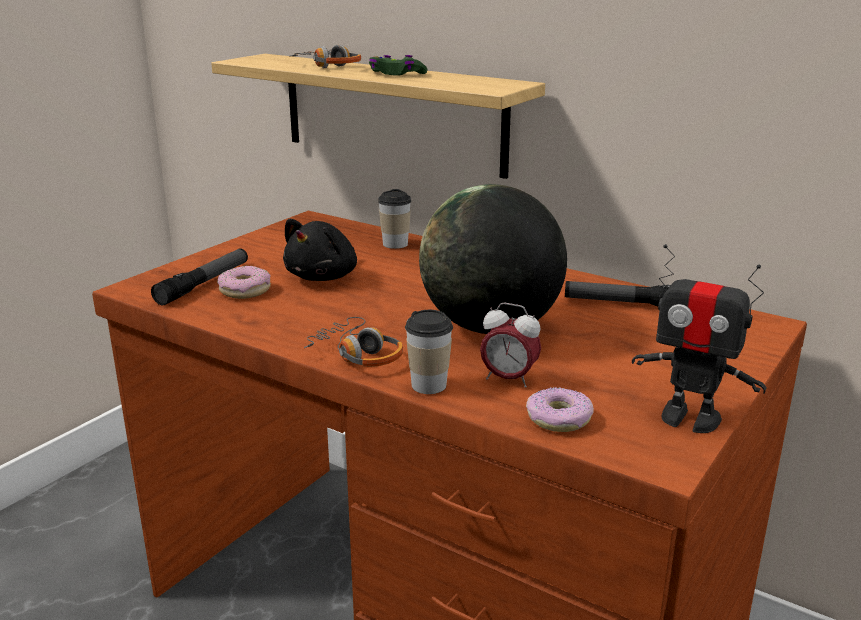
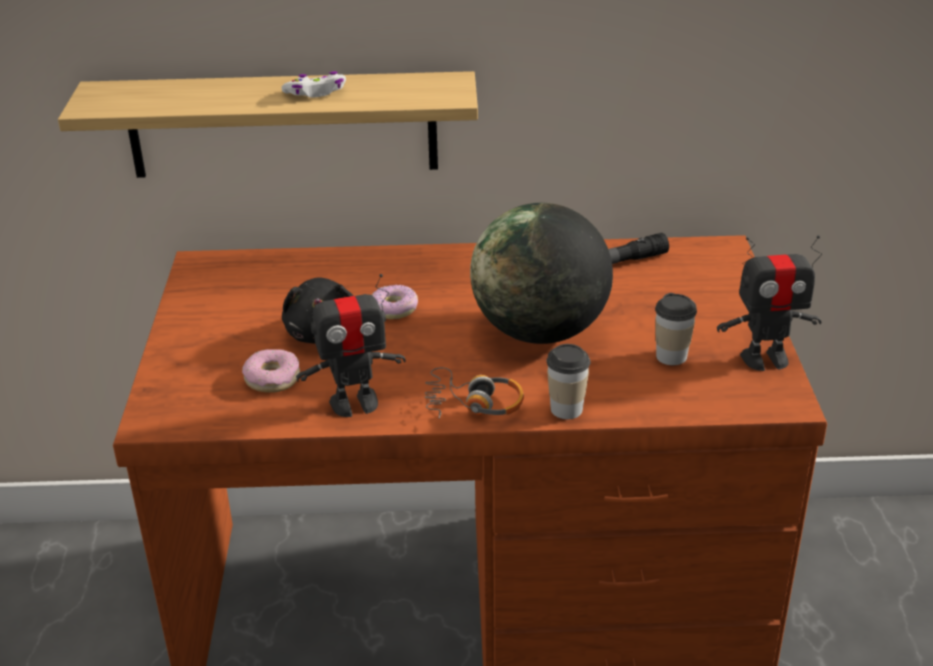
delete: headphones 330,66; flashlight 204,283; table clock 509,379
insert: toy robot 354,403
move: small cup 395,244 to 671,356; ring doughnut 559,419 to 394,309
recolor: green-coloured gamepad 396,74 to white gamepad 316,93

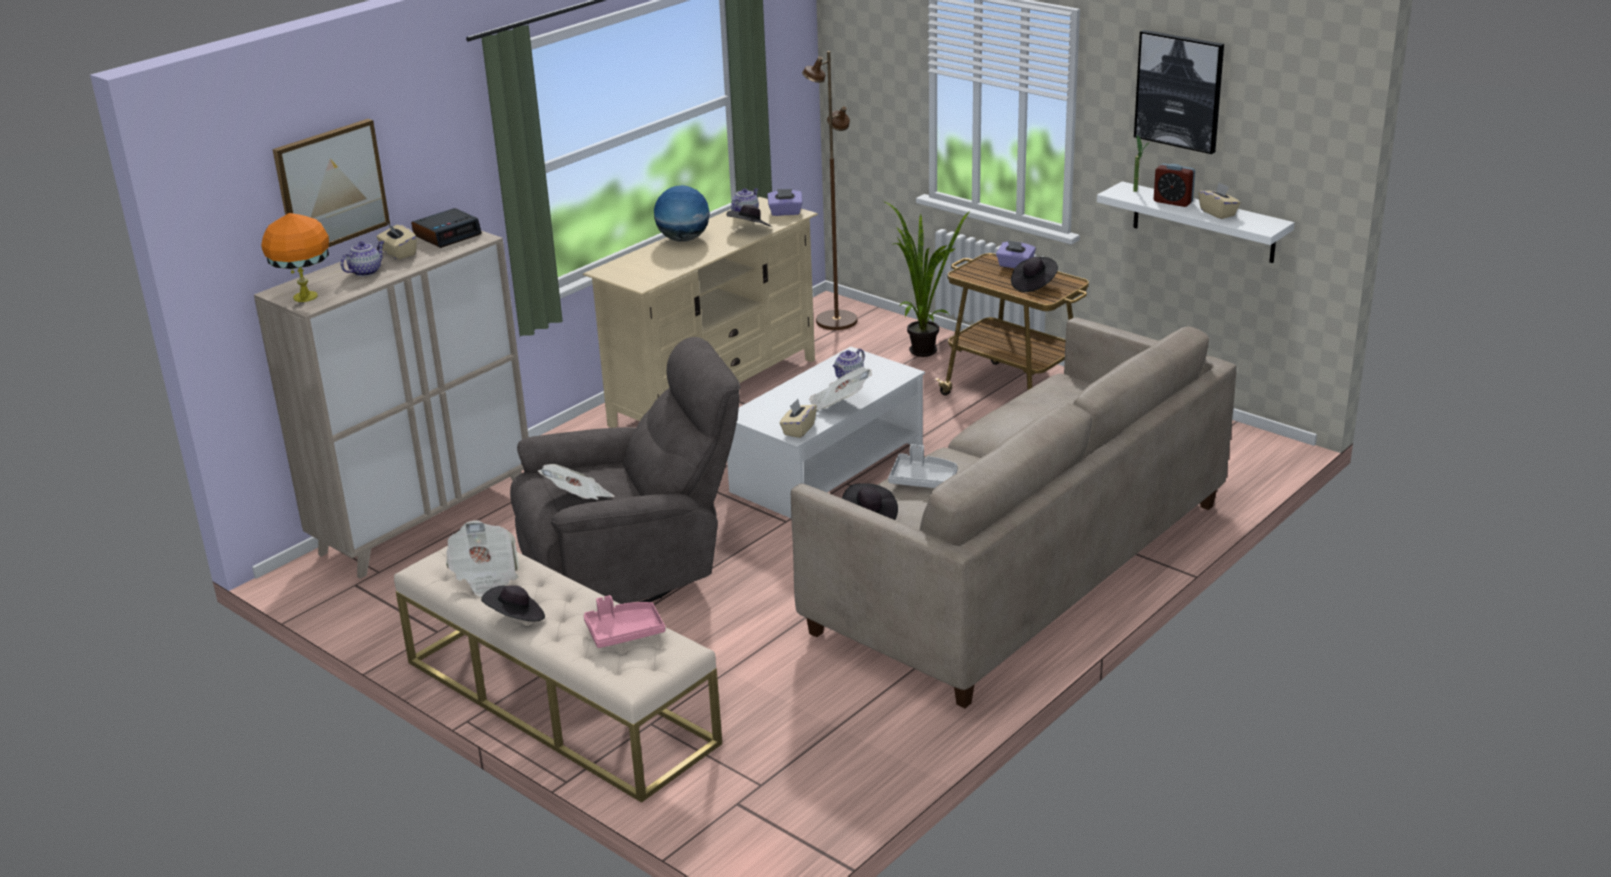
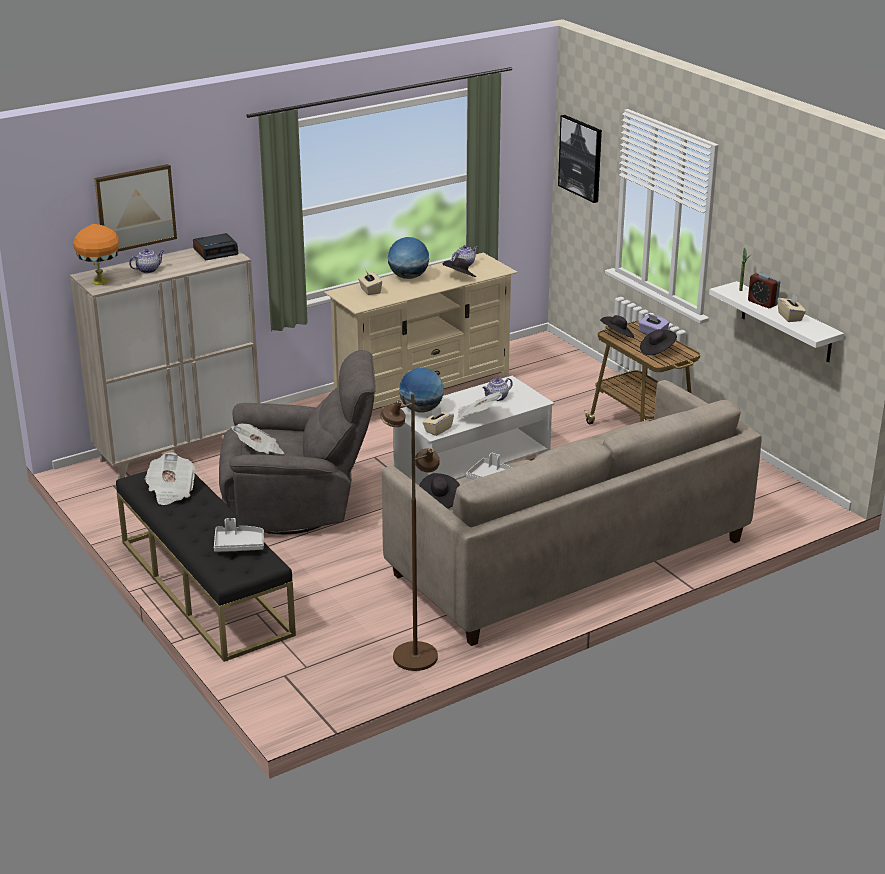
delete: purplish box of tissues 785,212; plant in a pot 920,349
insert: world globe 421,409
move: wall picture 1179,91 to 581,158; brownish standing lamp 835,321 to 414,656; beige-coloured box of tissues 398,253 to 370,290; black-coloured clothing hat 516,618 to 617,335
recolor: beige-coloured long seat 558,701 to black-coloured long seat 204,587; pink serving tray 624,632 to grey serving tray 239,545

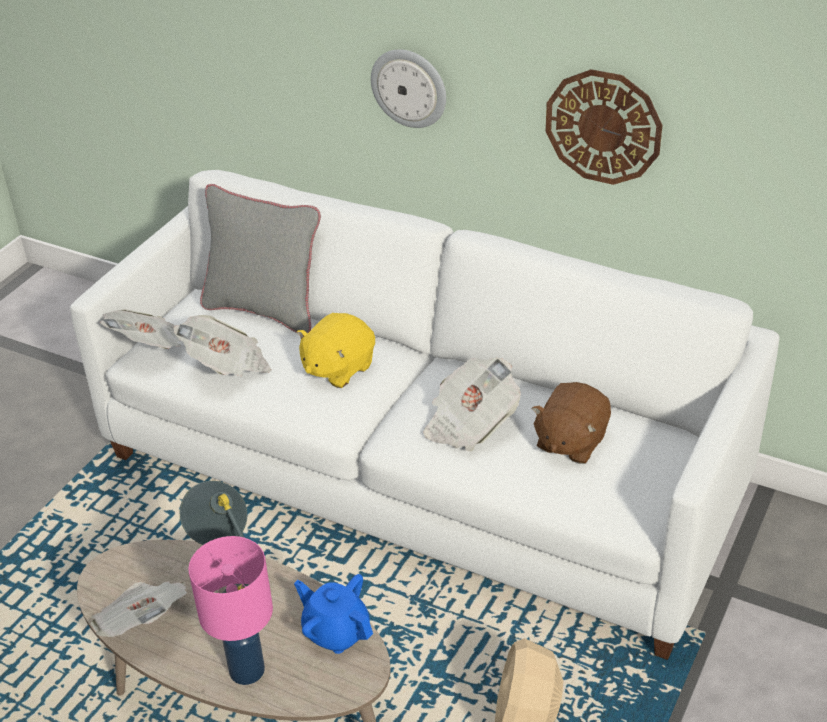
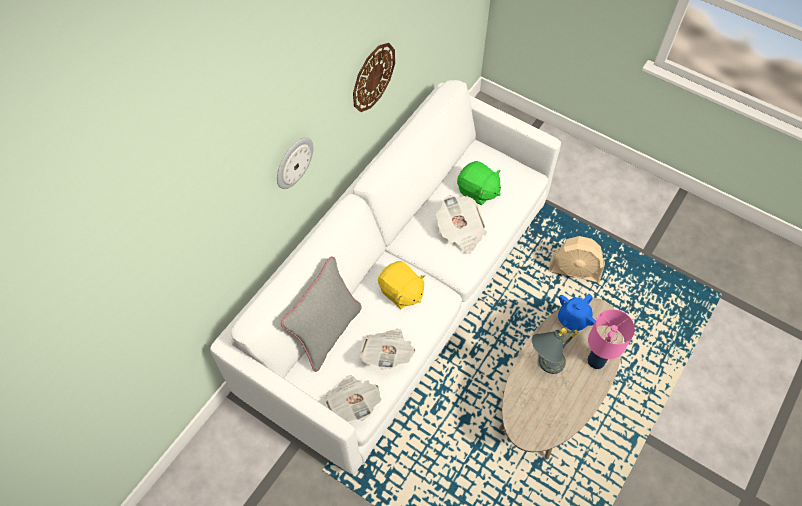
delete: newspaper 142,623
recolor: brownish plush toy 570,442 to green-coloured plush toy 477,191

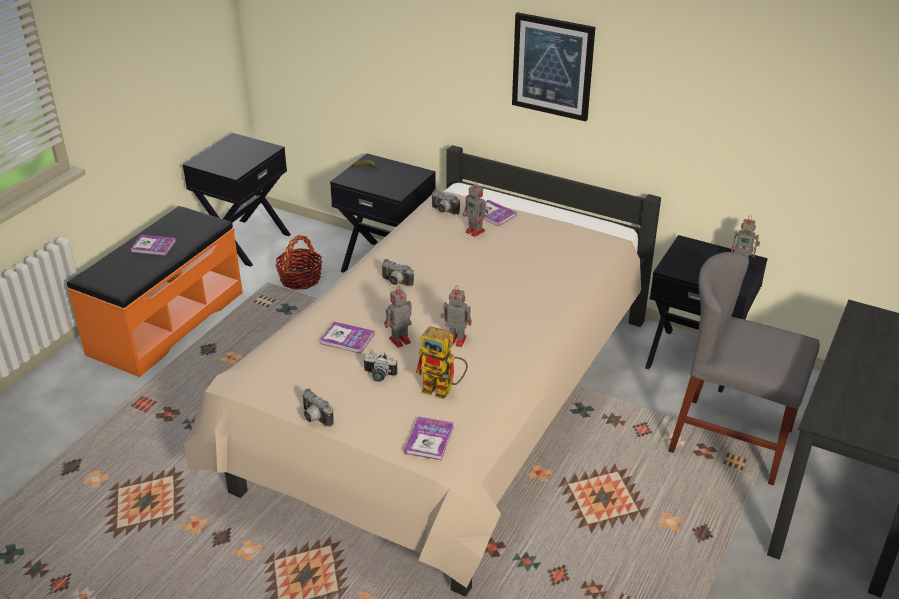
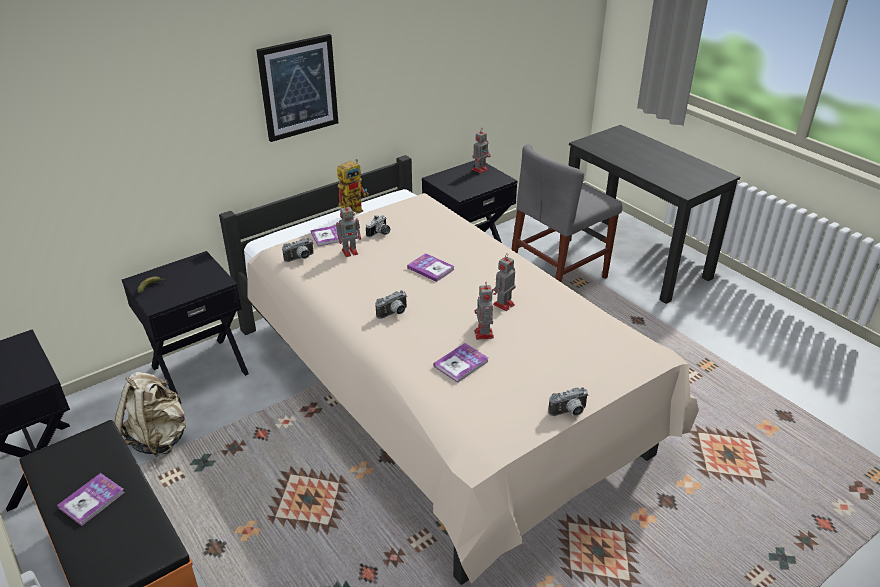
move: toy robot 443,390 to 354,209; photo camera 379,376 to 380,233; volume 429,439 to 431,268
replace: household basket 300,279 to beige-coloured backpack 159,438

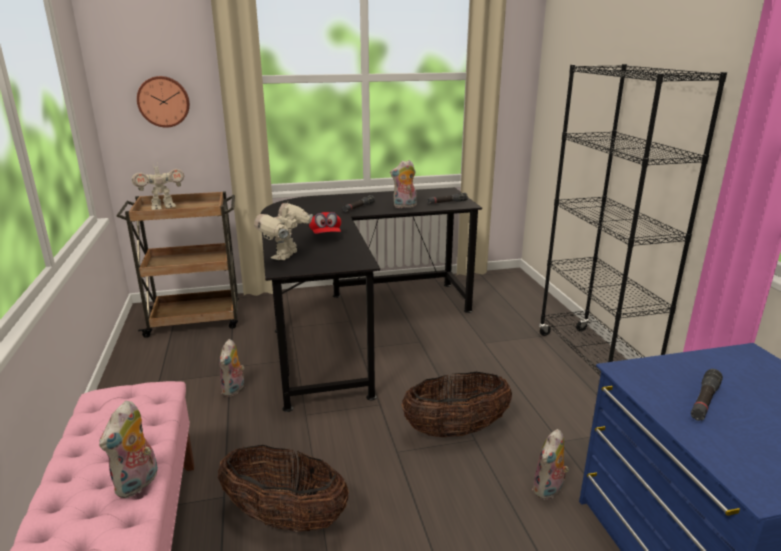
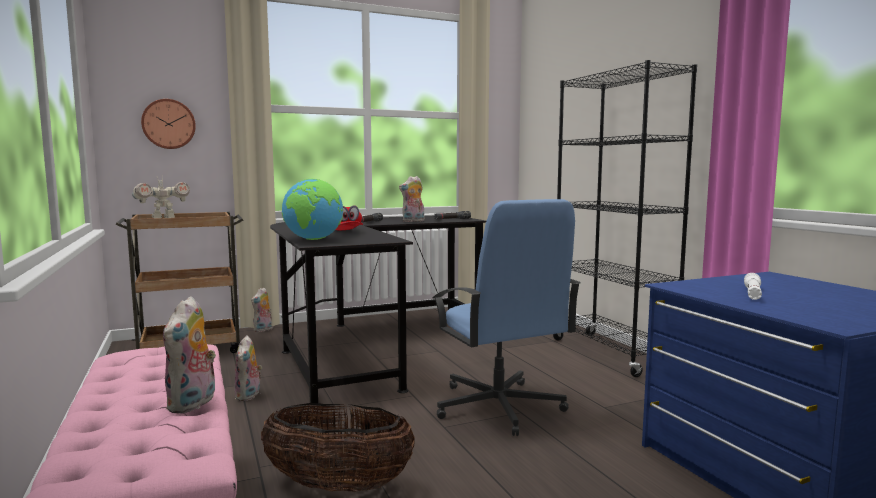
move: plush toy 548,490 to 264,330
replace: toy robot 286,256 to world globe 313,239; household basket 455,430 to bluish desk chair 498,407
recolor: black-coloured flashlight 704,401 to white flashlight 752,293

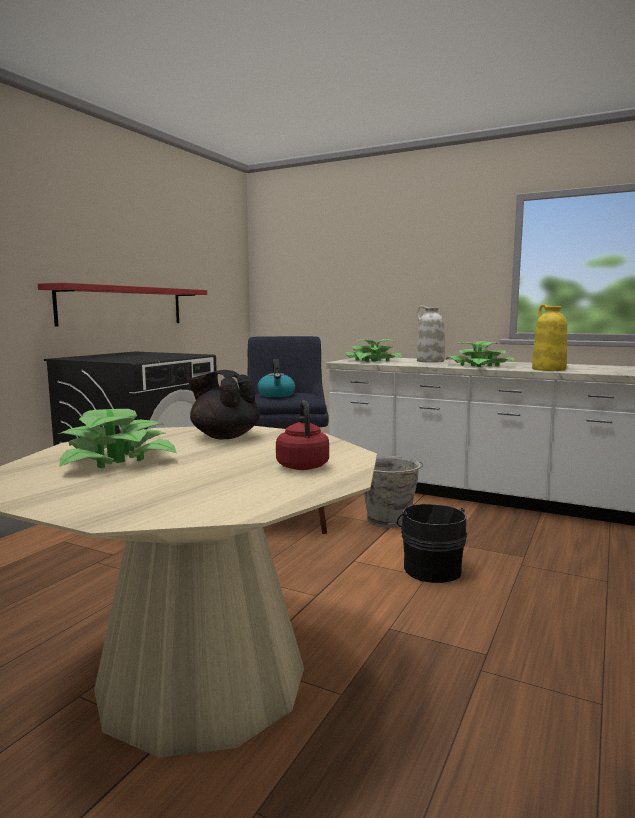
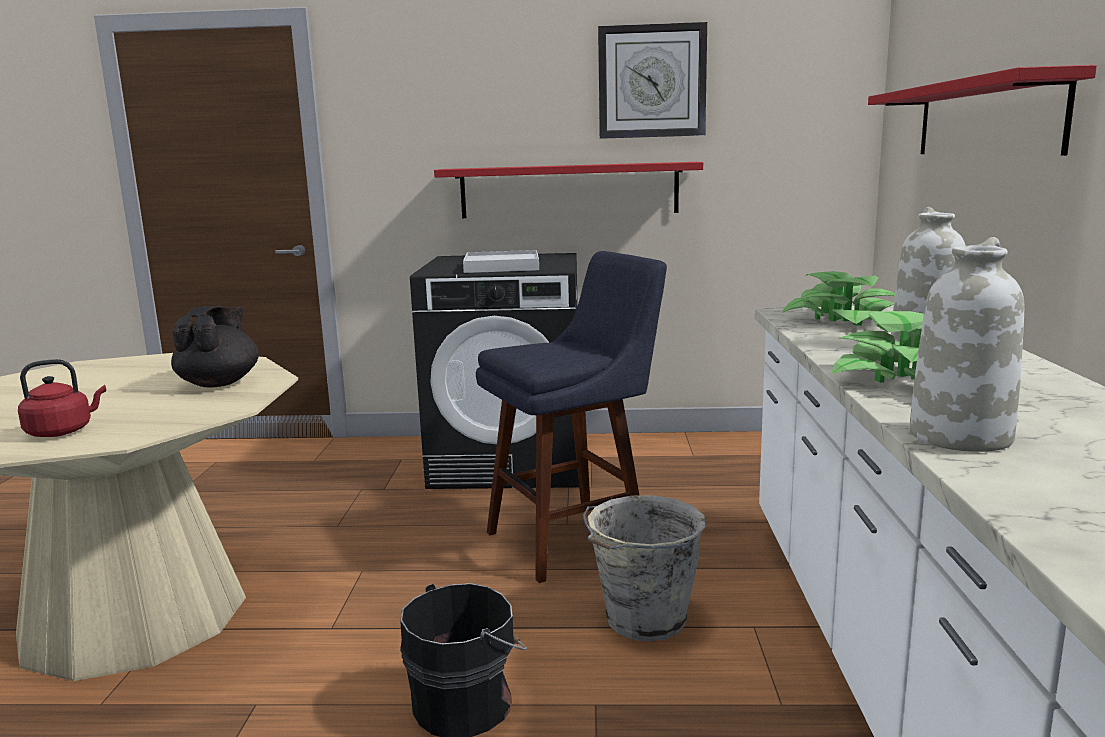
delete: tea kettle 276,395; plant in a pot 118,458
insert: clock on the wall 652,81; red-coloured wall shelf 985,119; white serving tray 501,266
recolor: yellow decorative vase 548,369 to white decorative vase 959,435

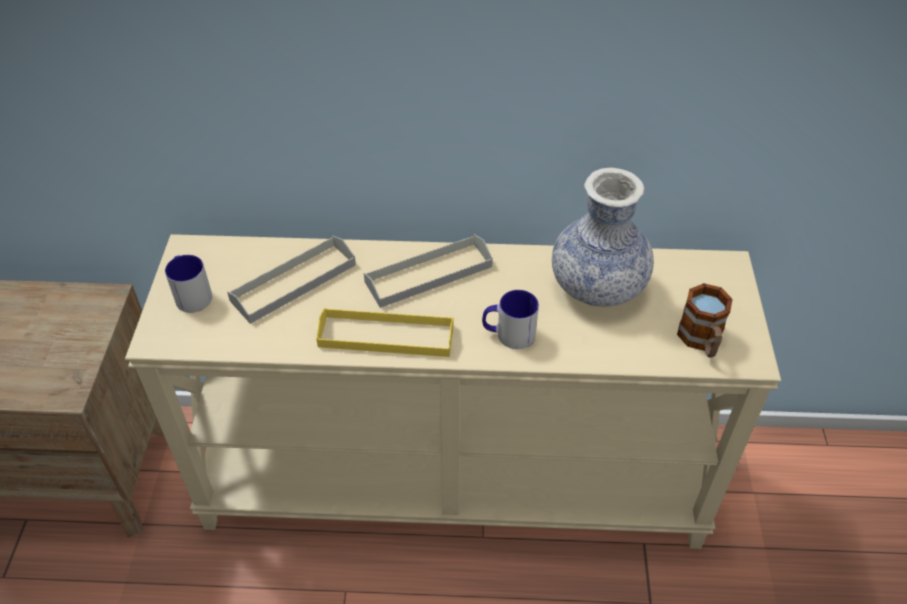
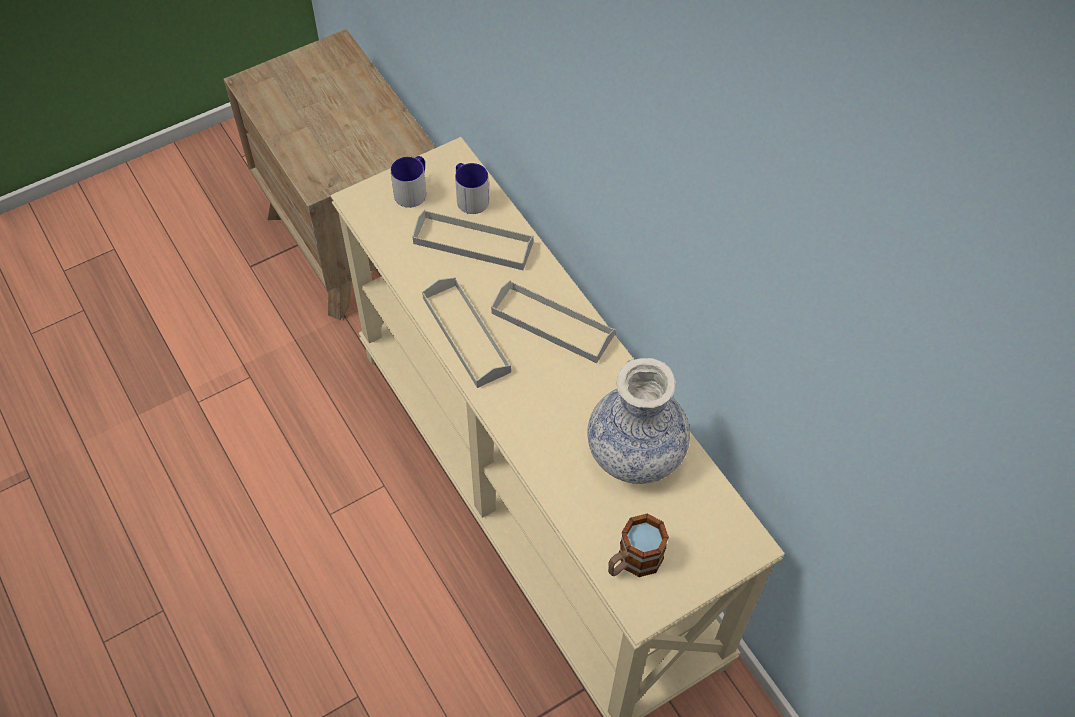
move: coffee mug 508,334 to 469,197
recolor: yellow serving tray 386,336 to grey serving tray 466,335

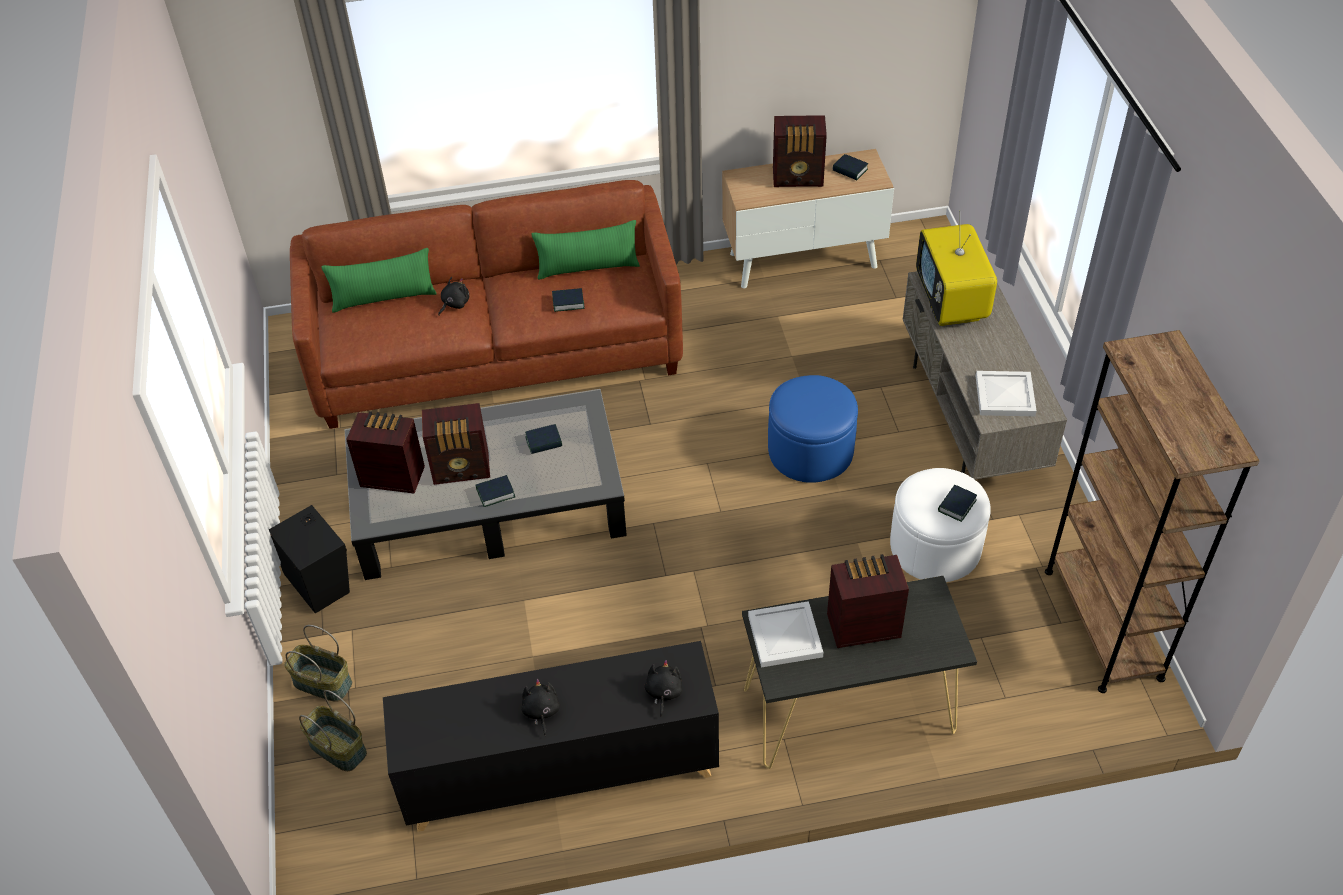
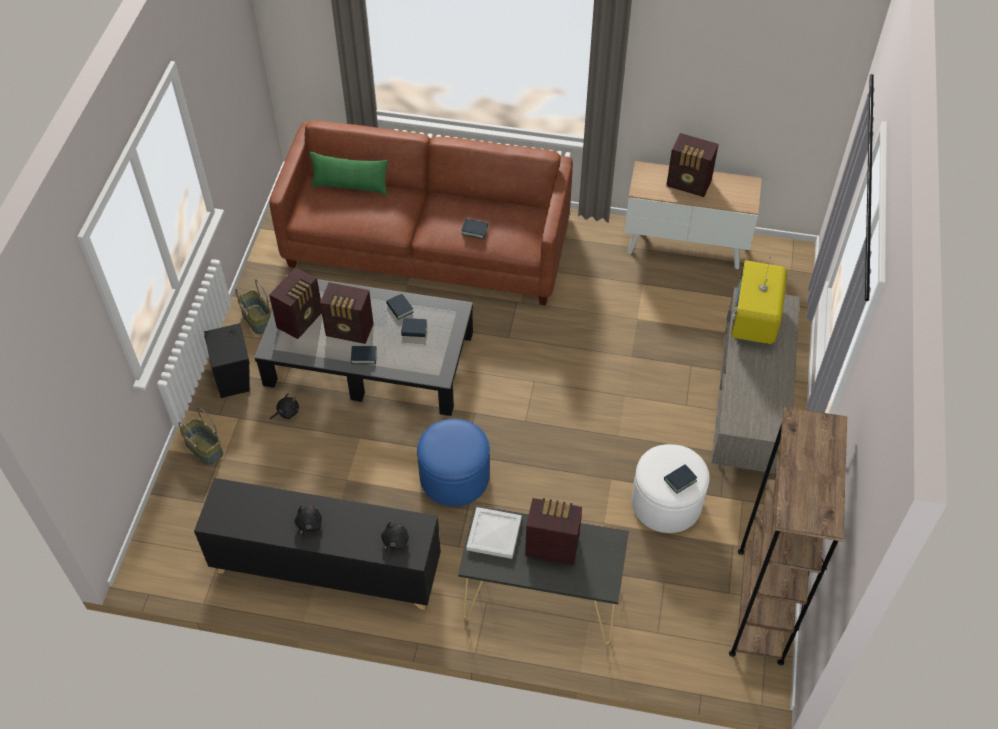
delete: green-coloured cushion 588,268; white serving tray 1005,395
move: volume 850,170 to 400,308; black-coloured plush toy 454,304 to 286,412; bluish ottoman 810,450 to 454,476; household basket 337,748 to 256,319
rotate: radio set 391,476 = 301,320 90 degrees clockwise

